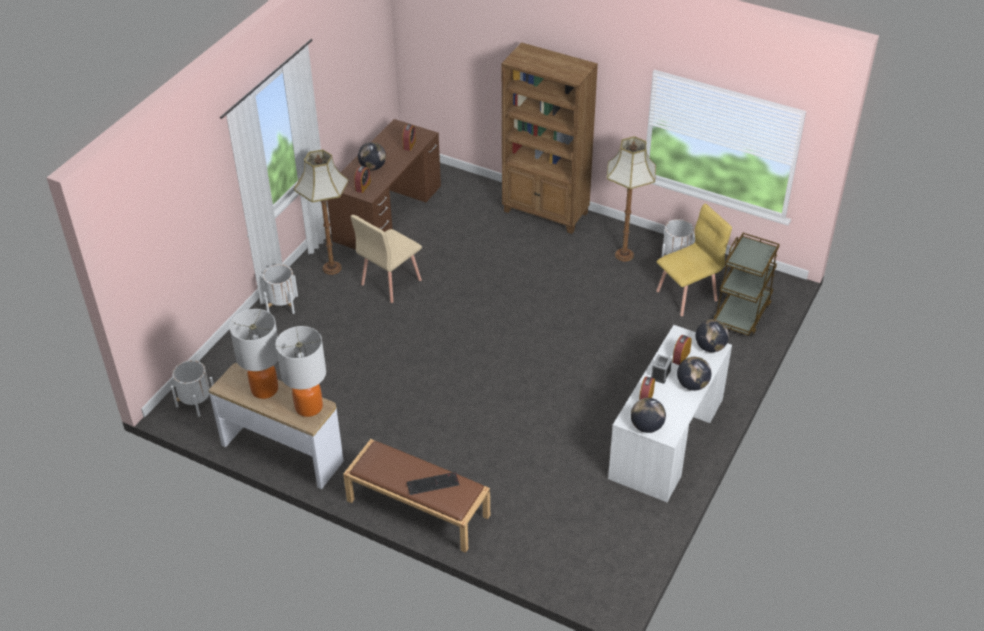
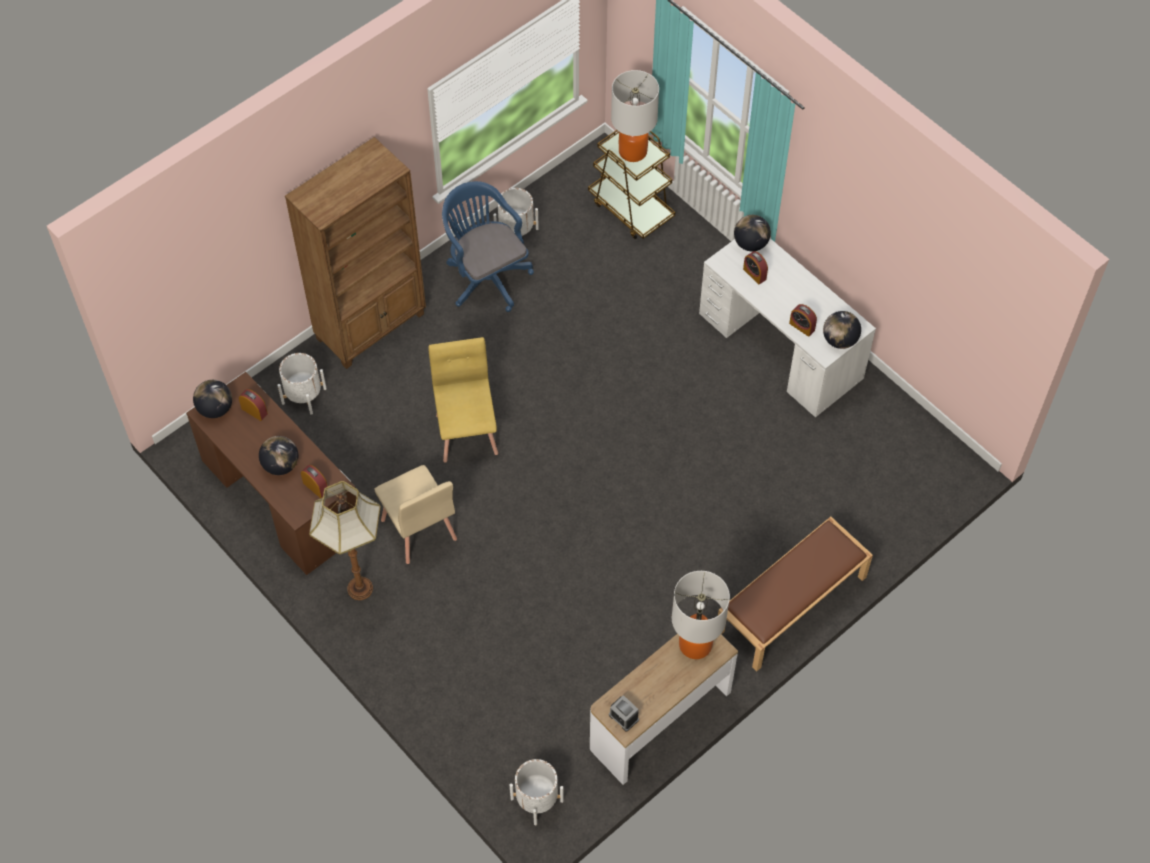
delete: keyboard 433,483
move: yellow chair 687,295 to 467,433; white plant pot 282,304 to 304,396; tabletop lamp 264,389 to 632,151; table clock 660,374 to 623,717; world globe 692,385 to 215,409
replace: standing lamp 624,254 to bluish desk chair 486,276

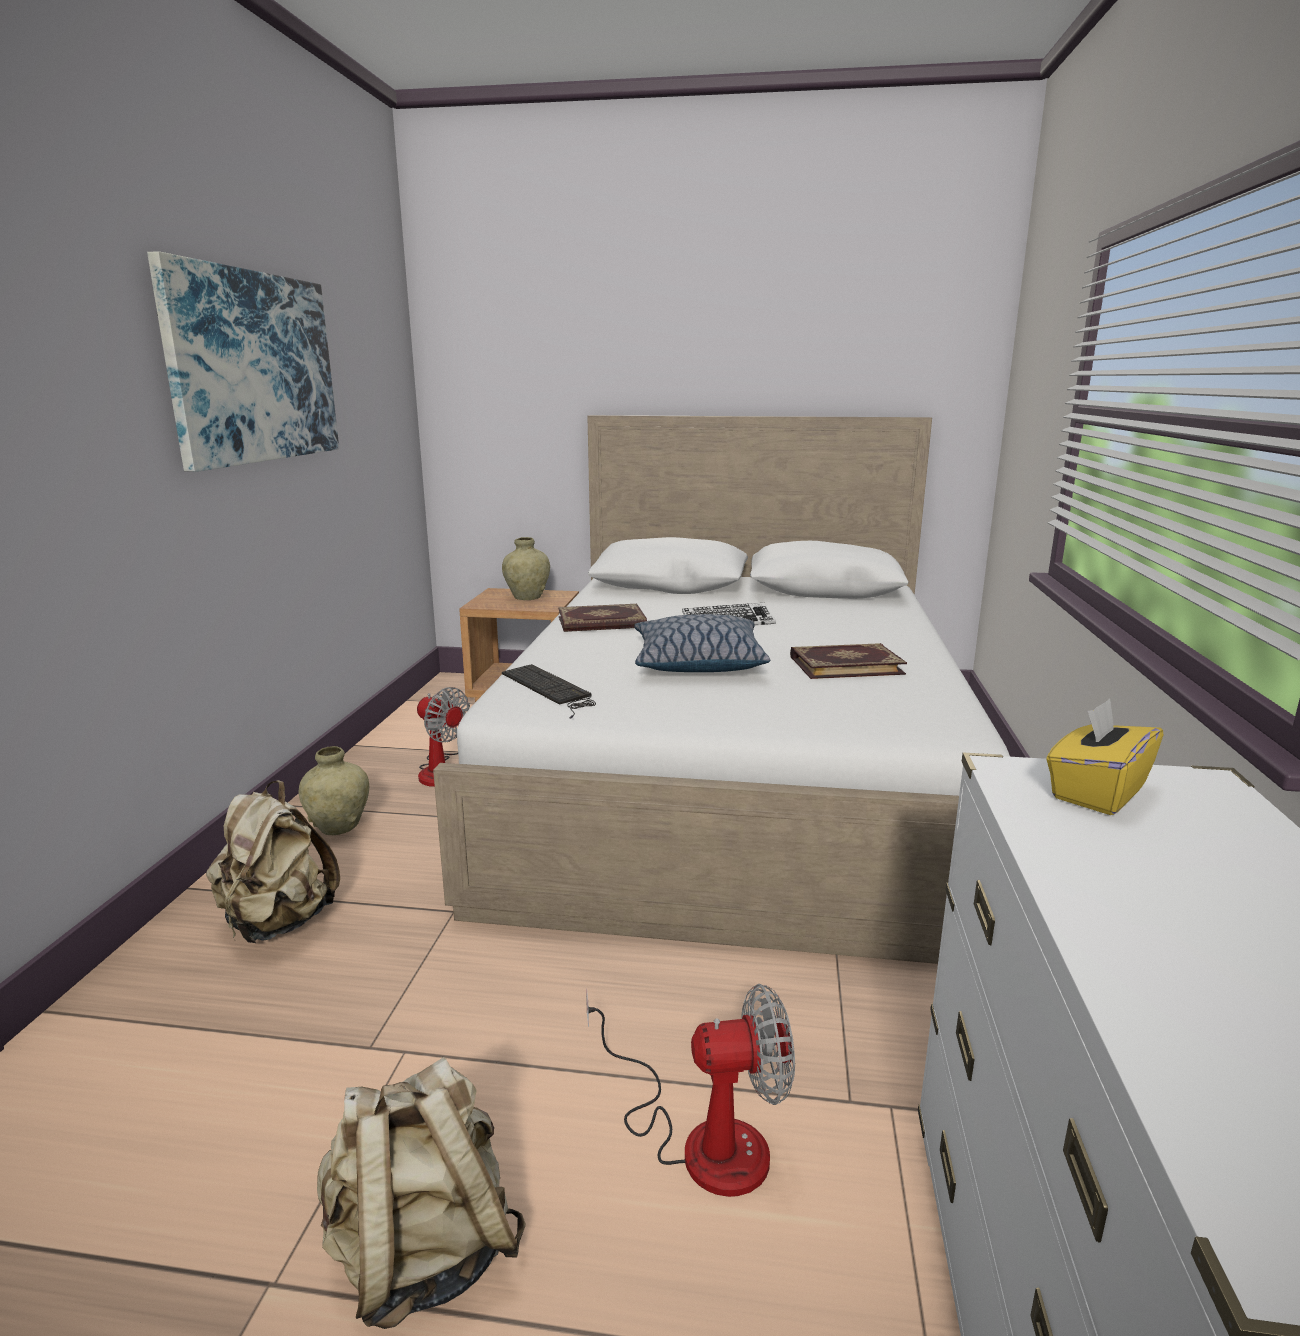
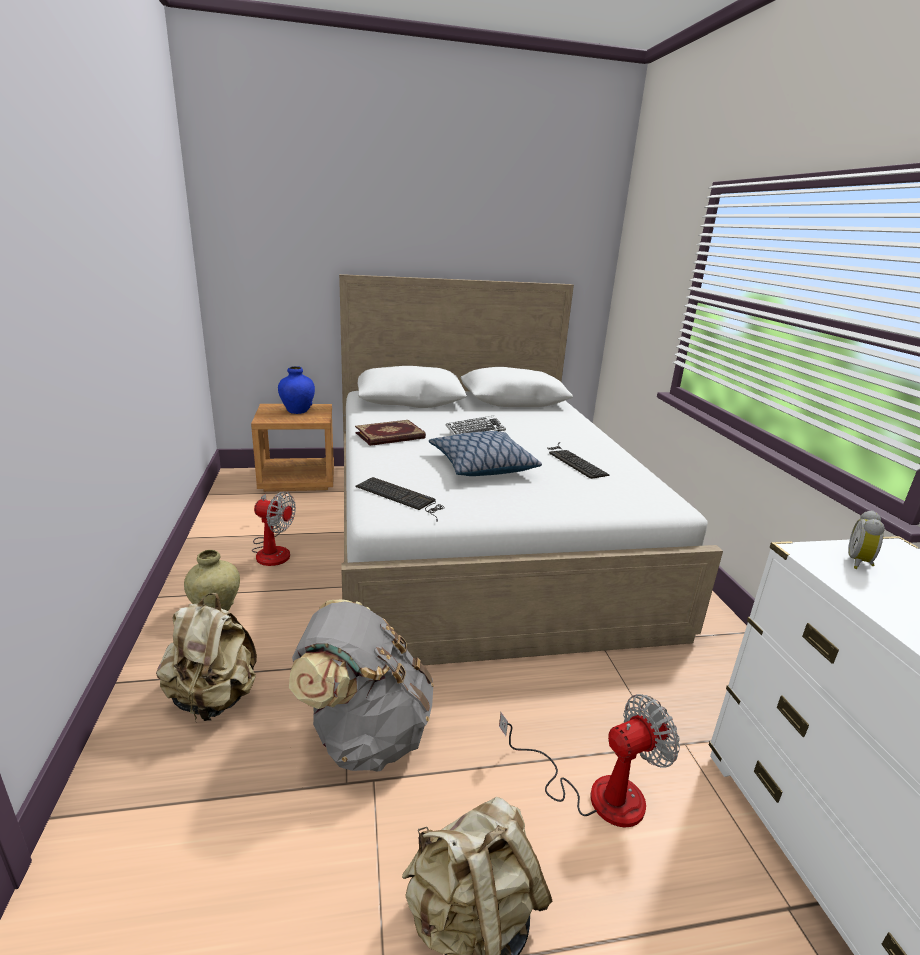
delete: wall picture 253,367
insert: grey backpack 365,733
replace: volume 845,665 to keyboard 573,461; yellow box of tissues 1096,792 to table clock 860,563
recolor: beige-coloured decorative vase 527,597 to bluish decorative vase 297,411

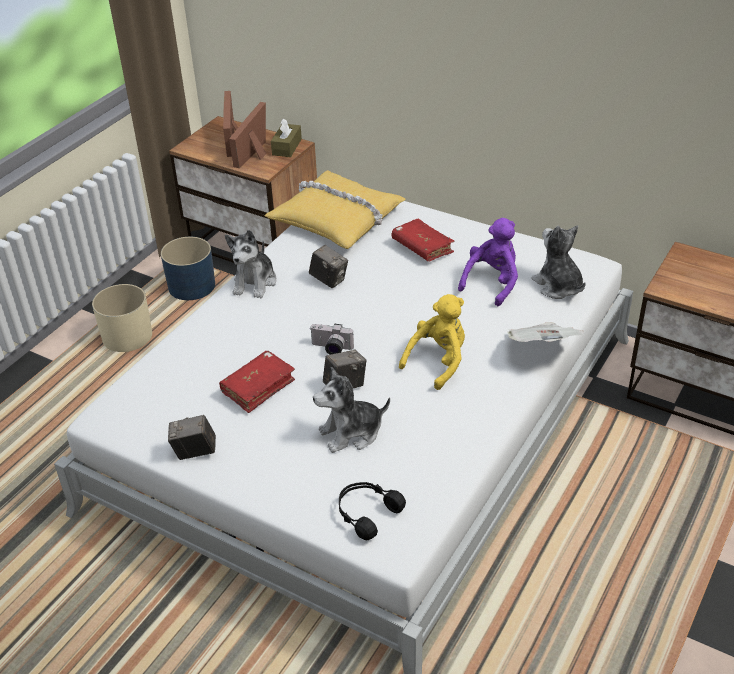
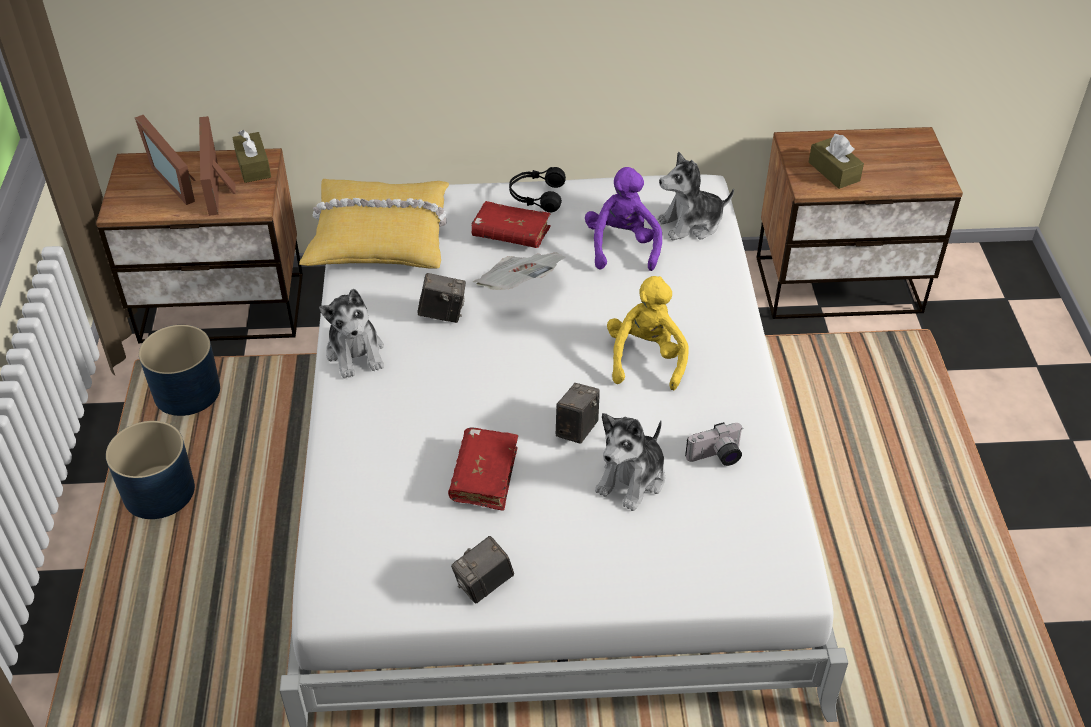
insert: brownish box of tissues 834,171
move: newspaper 543,348 to 518,288; photo camera 331,349 to 716,457; black-coloured headphones 366,513 to 536,196
recolor: beige-coloured plant pot 127,336 to bluish plant pot 158,492
rotate: plush toy 558,286 = 691,224 45 degrees counterclockwise

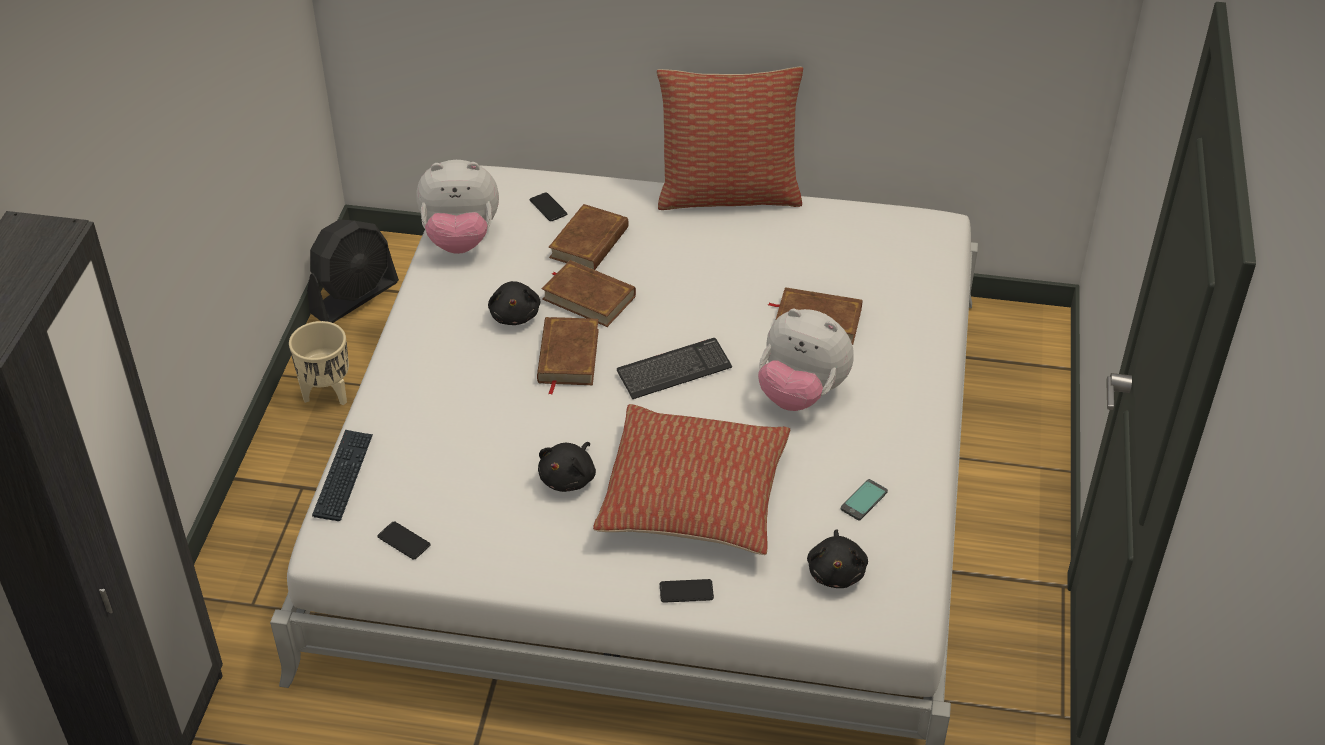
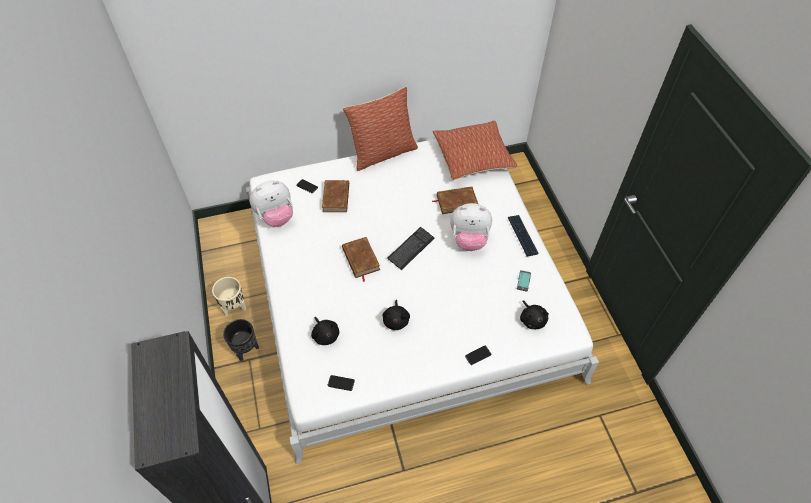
delete: black-coloured cooling fan 354,297; brownish volume 588,297
insert: black-coloured plant pot 246,349
move: black-coloured plush toy 515,314 to 325,335; cushion 694,498 to 473,157; keyboard 343,476 to 522,235

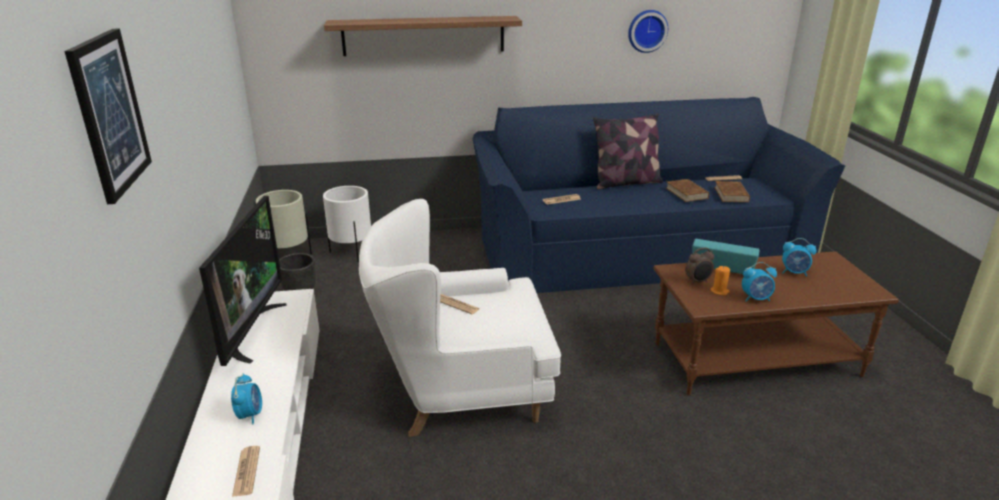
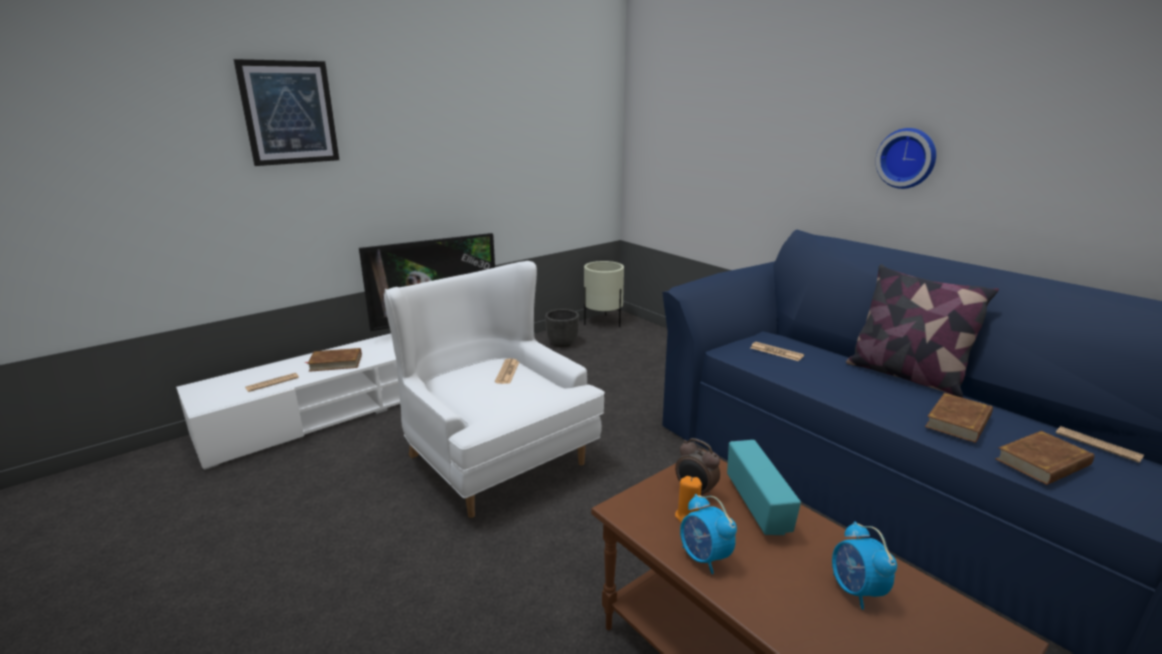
delete: wall shelf 423,35; white plant pot 352,252
move: clock on the wall 647,30 to 907,158
replace: table clock 250,414 to brownish volume 335,363

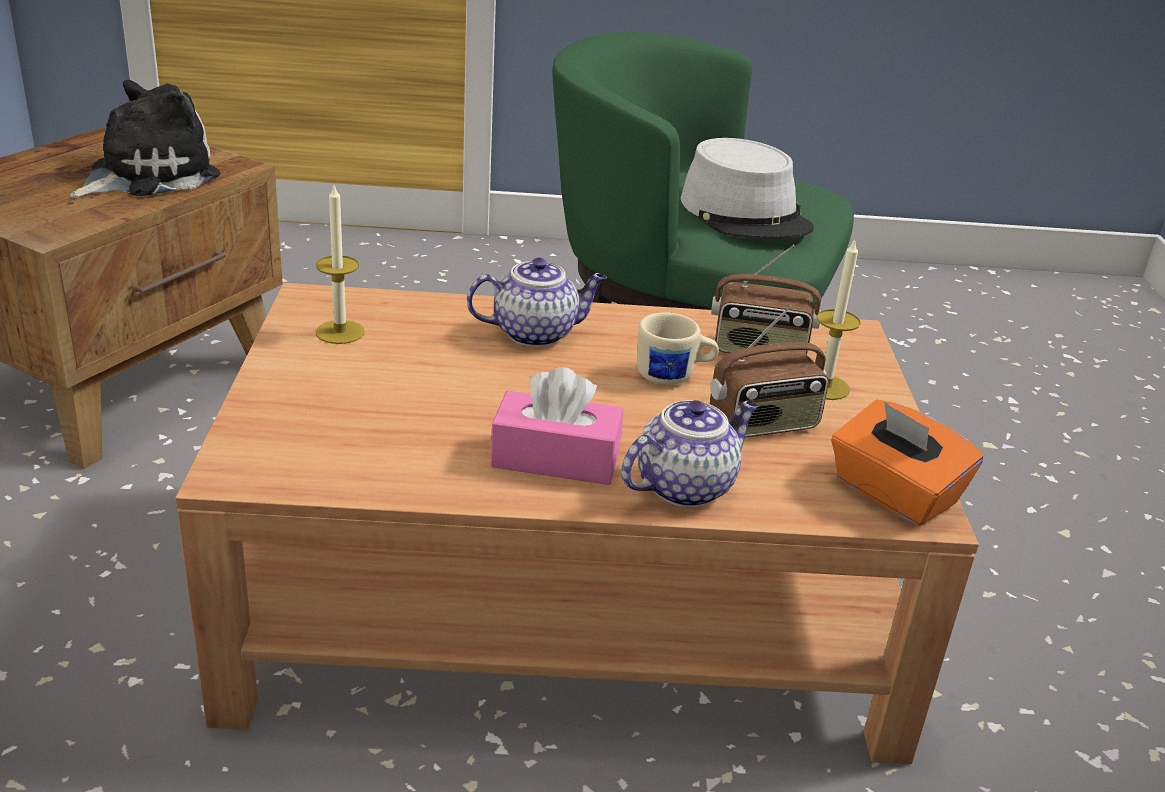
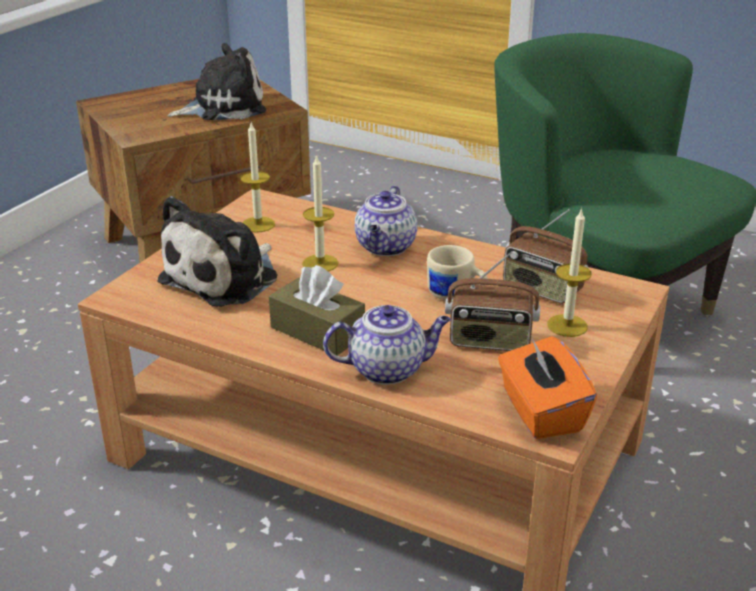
delete: grey clothing hat 745,214
insert: candle 320,263; plush toy 225,278
recolor: pink box of tissues 555,459 to brownish box of tissues 317,331
rotate: teapot 536,333 = 386,247 90 degrees clockwise

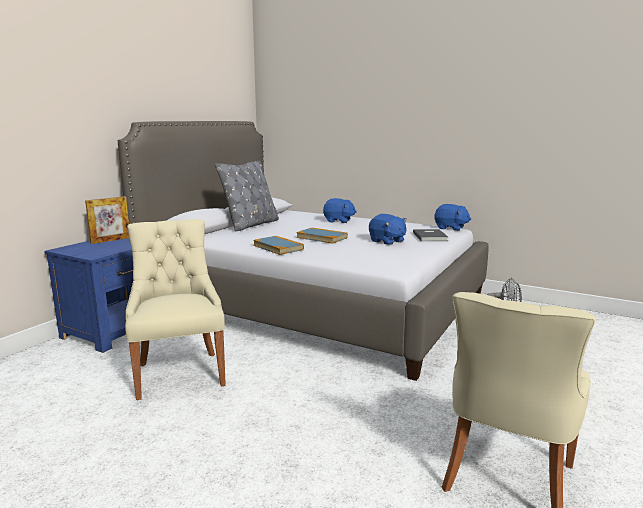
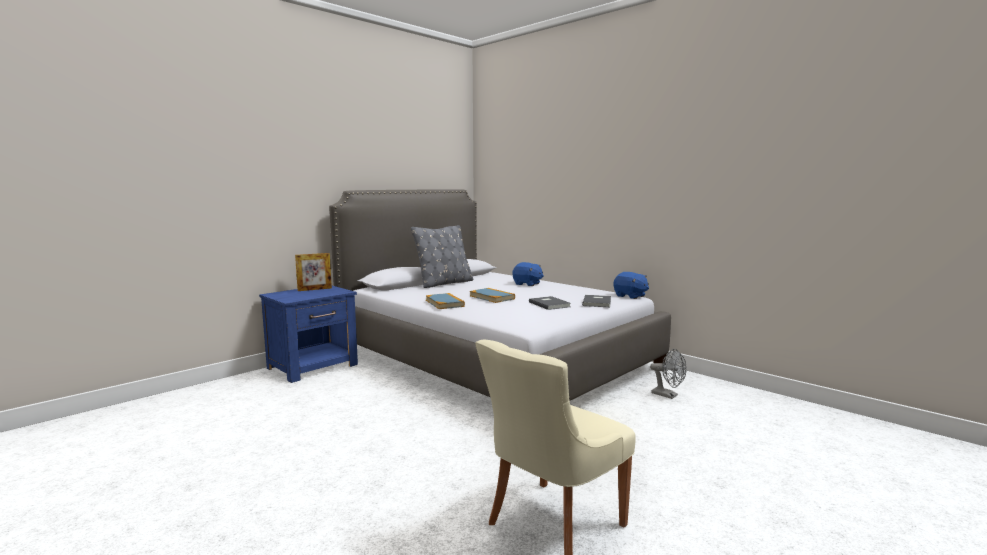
delete: beige-coloured chair 179,373
replace: bluish plush toy 387,241 to grey volume 550,304

